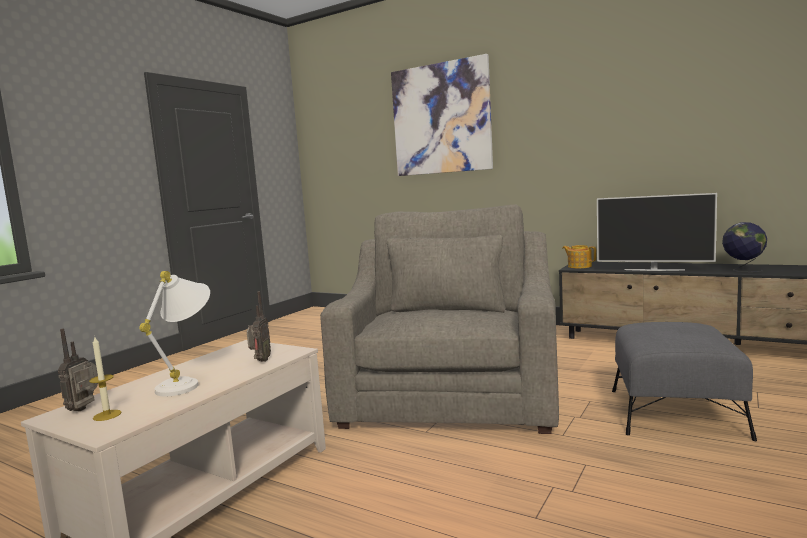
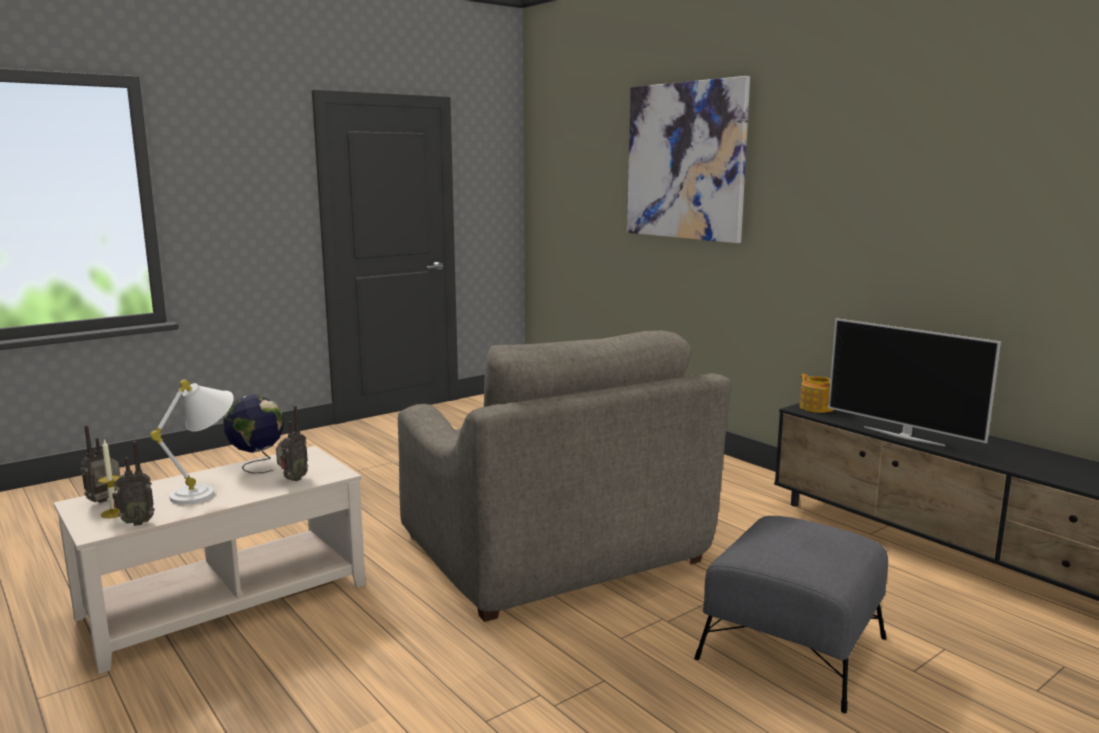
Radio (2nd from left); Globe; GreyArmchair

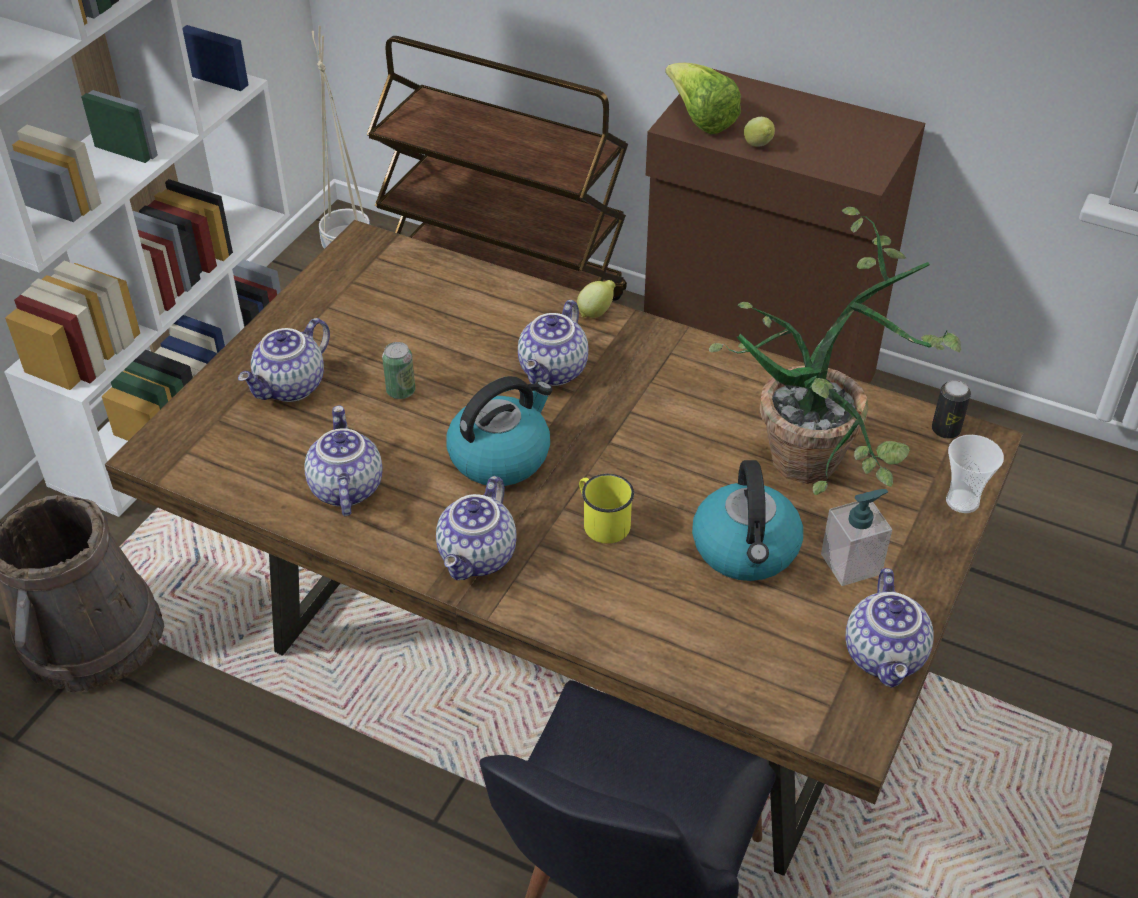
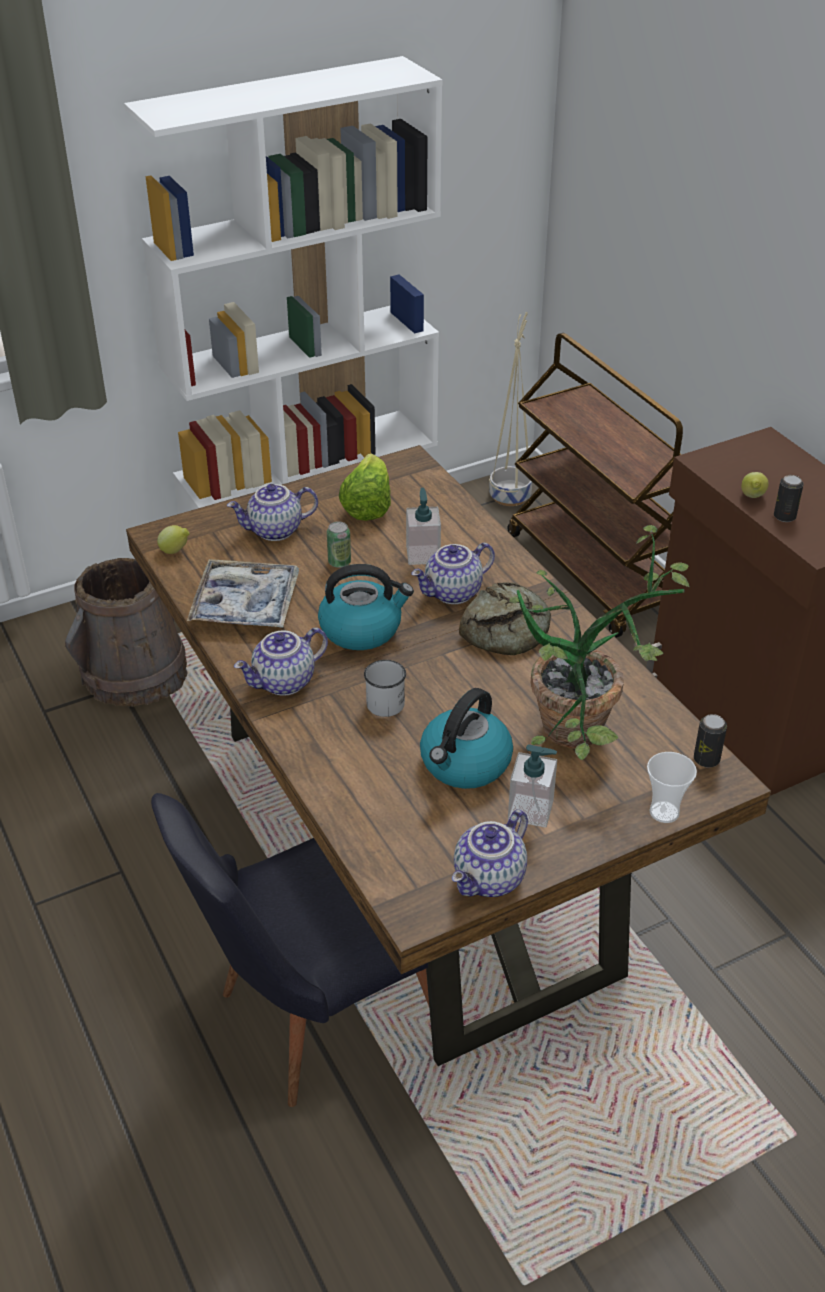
Lemon (1st from left); Tray; Lettuce; WhiteMug; SoapDispenser (1st from left); Bread; Can (3rd from left)

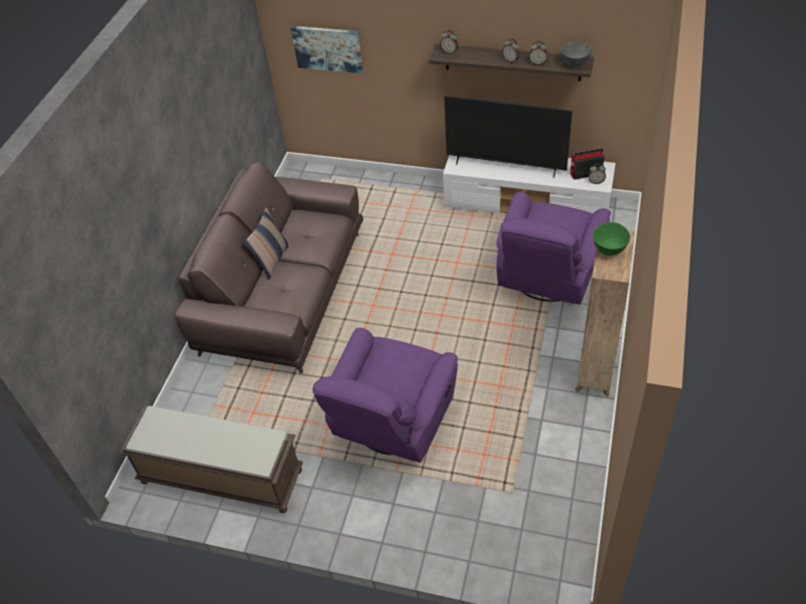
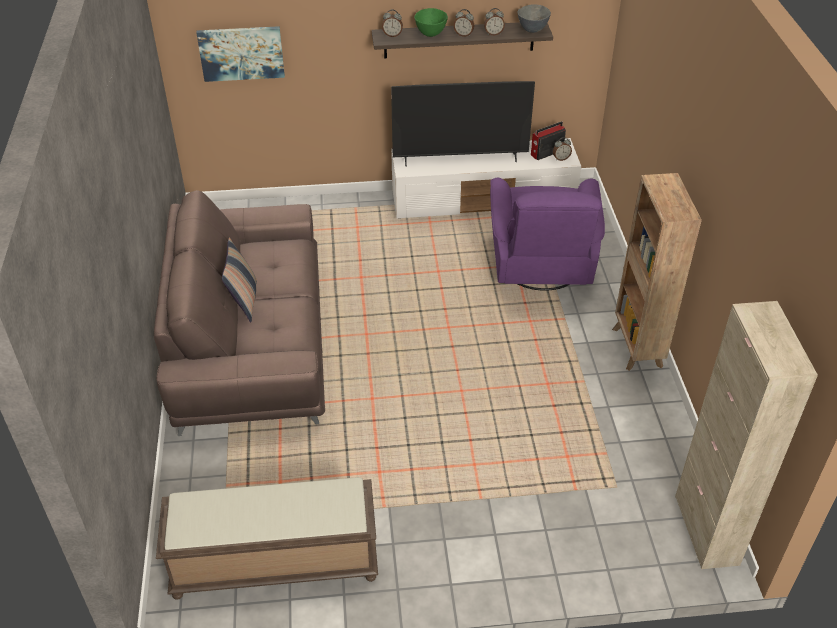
GreenBowl; BeigeCabinet; PurpleArmchair (1st from left in the first image)

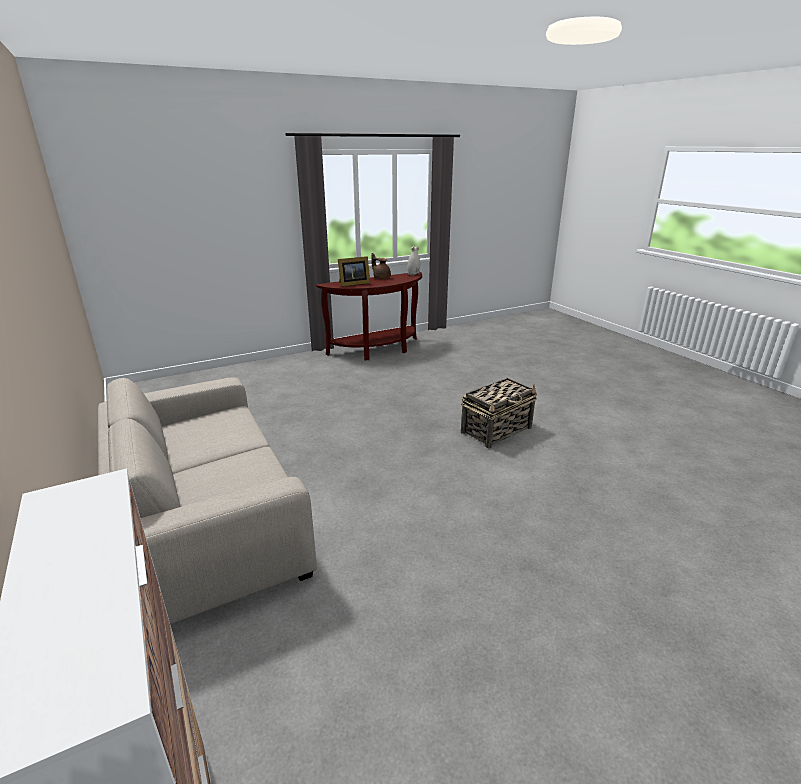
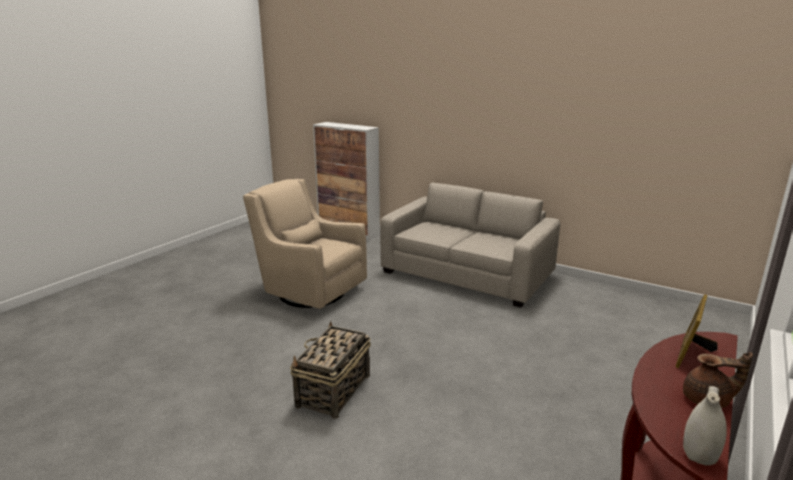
BeigeArmchair

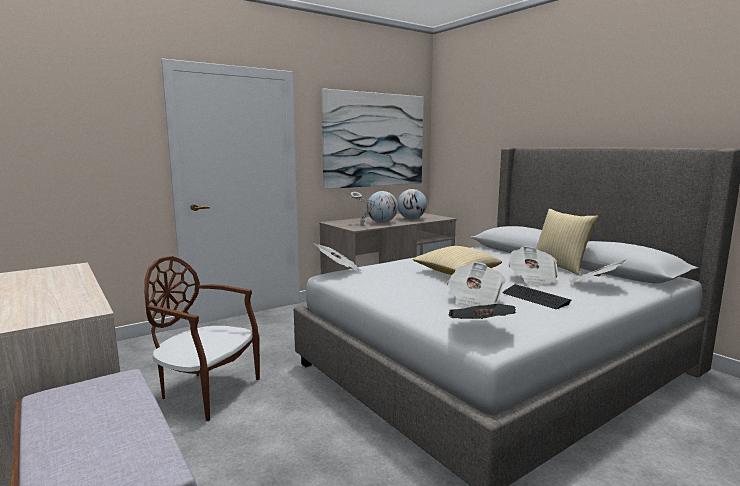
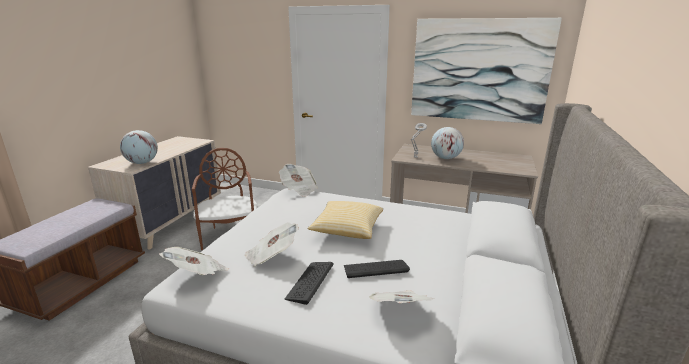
Globe (1st from left); Keyboard (2nd from left); Pillow (2nd from left in the first image)

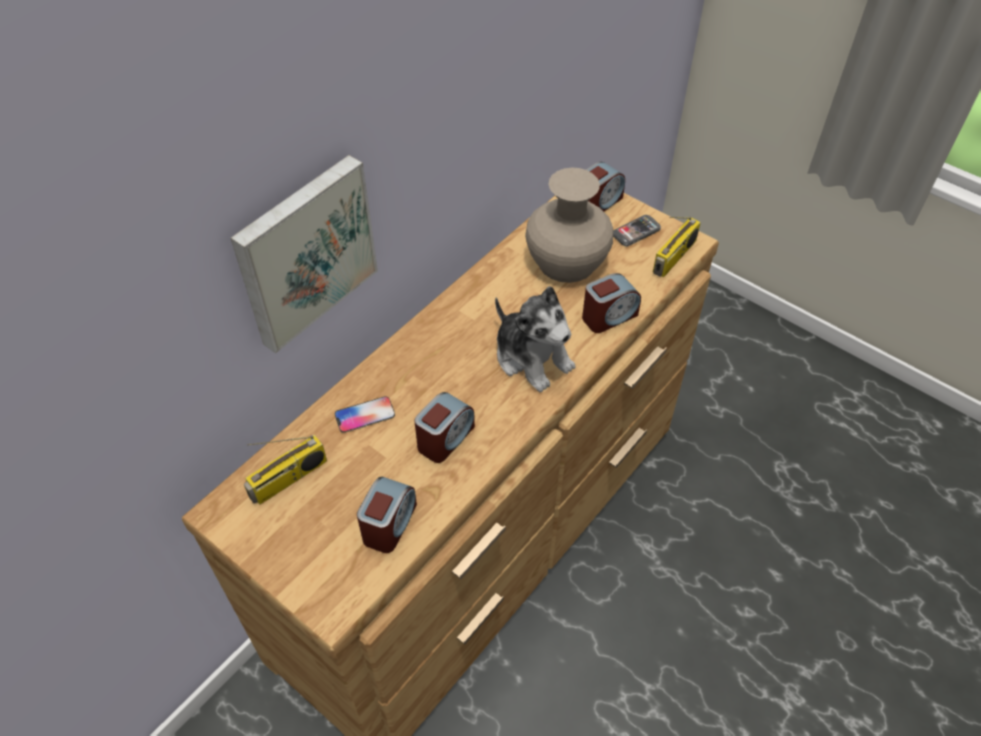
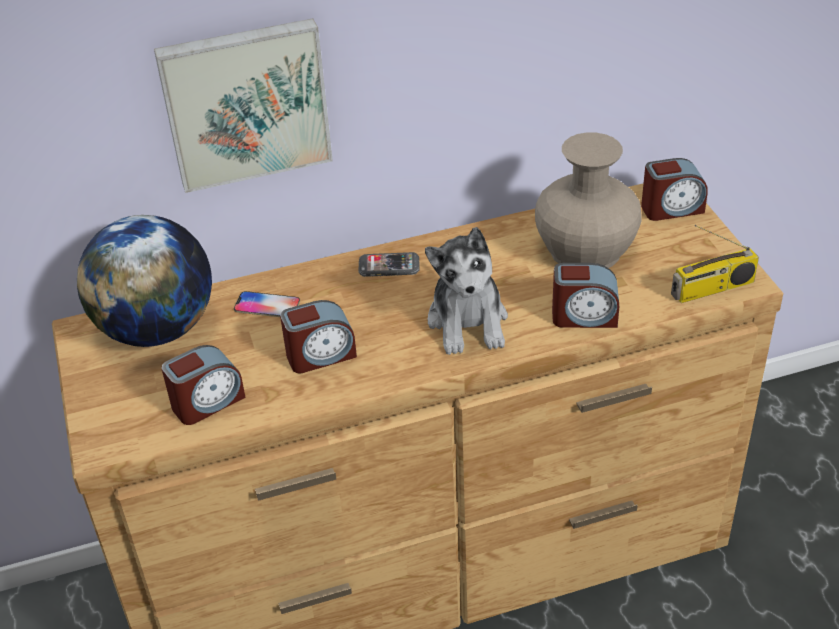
Globe; Phone (2nd from left)

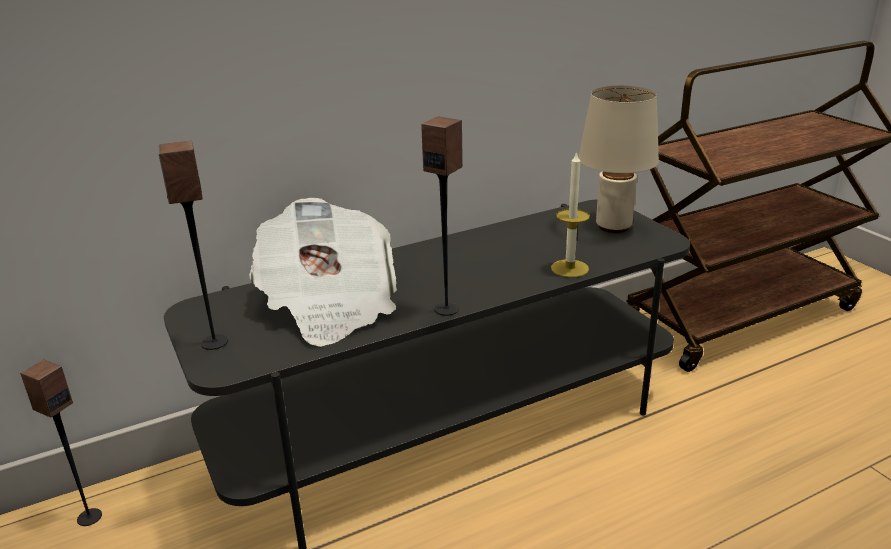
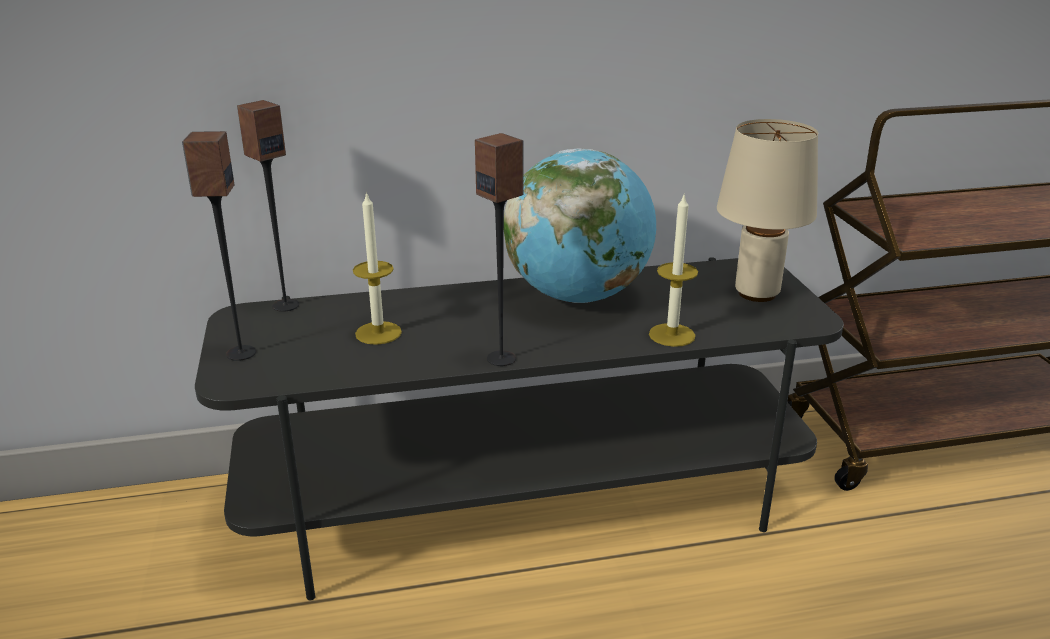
Speaker (2nd from left); Candle (1st from left); Globe

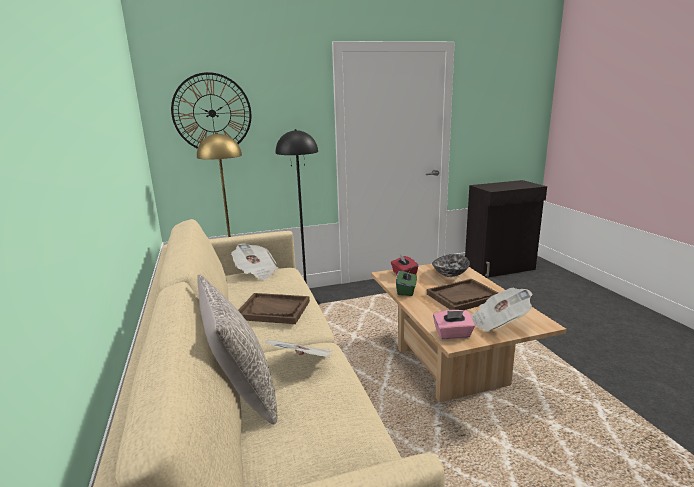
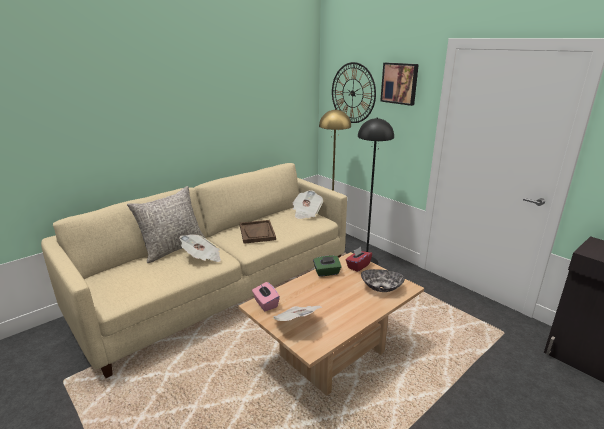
Picture; BrownTray (2nd from left in the first image)

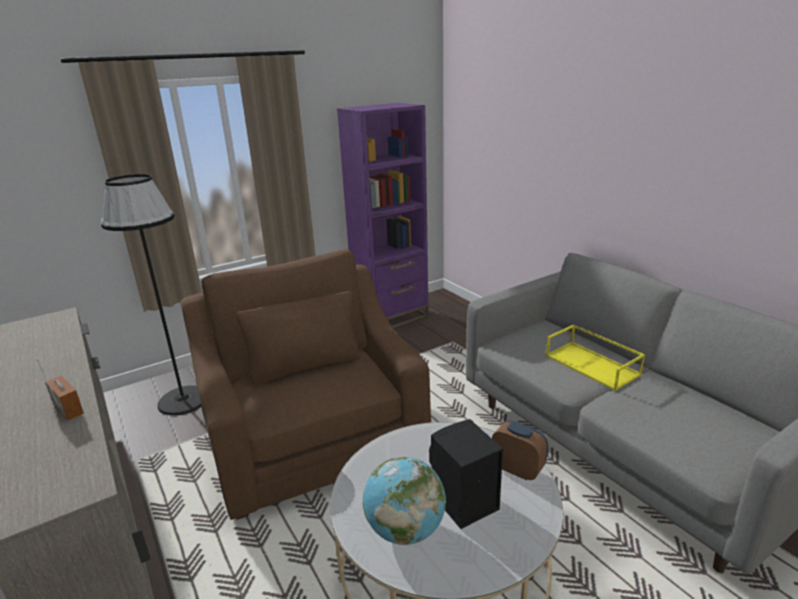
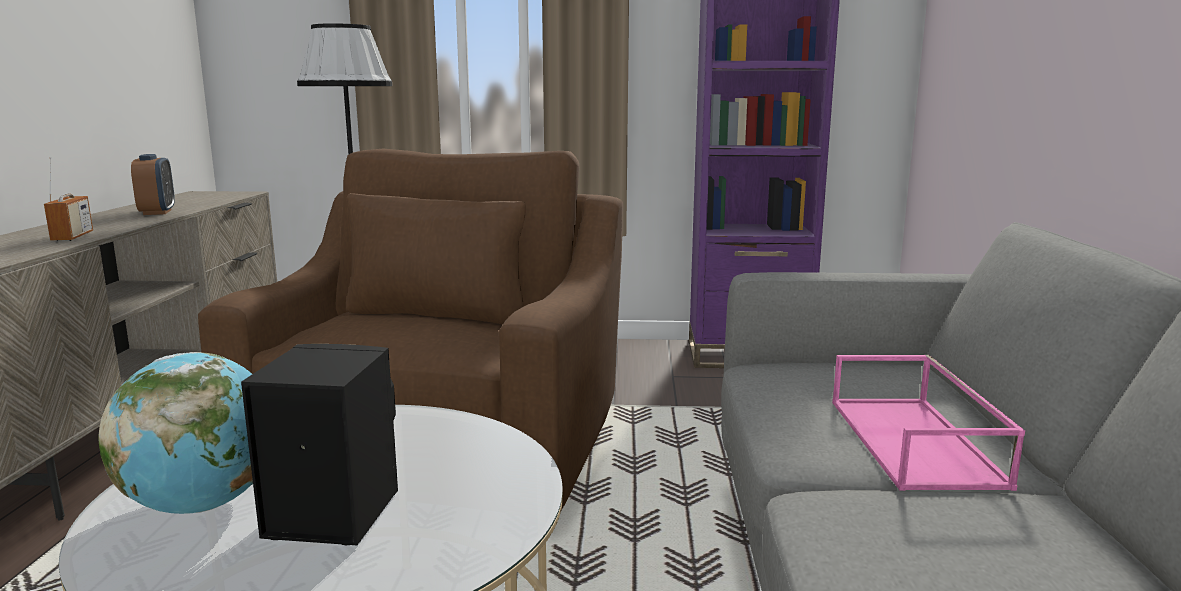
AlarmClock; PinkTray

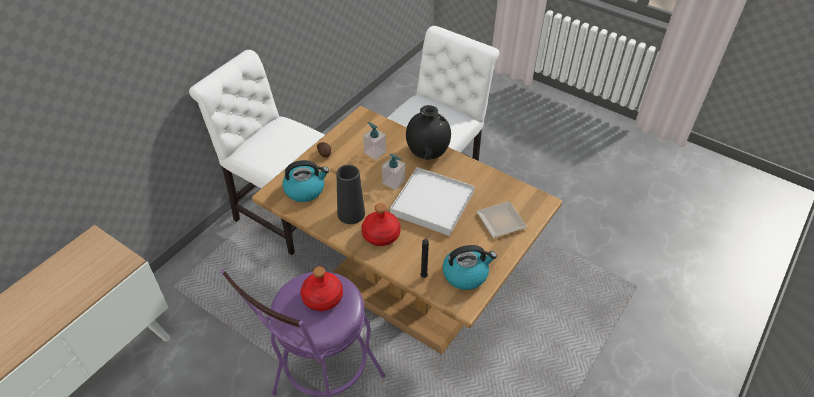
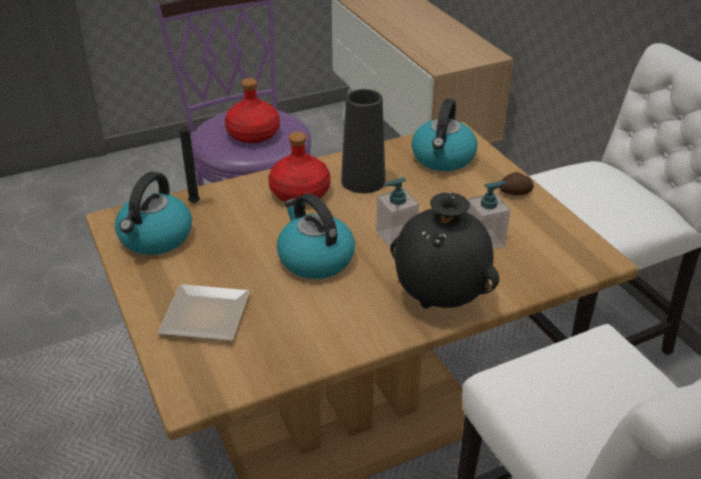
Kettle (2nd from left)

